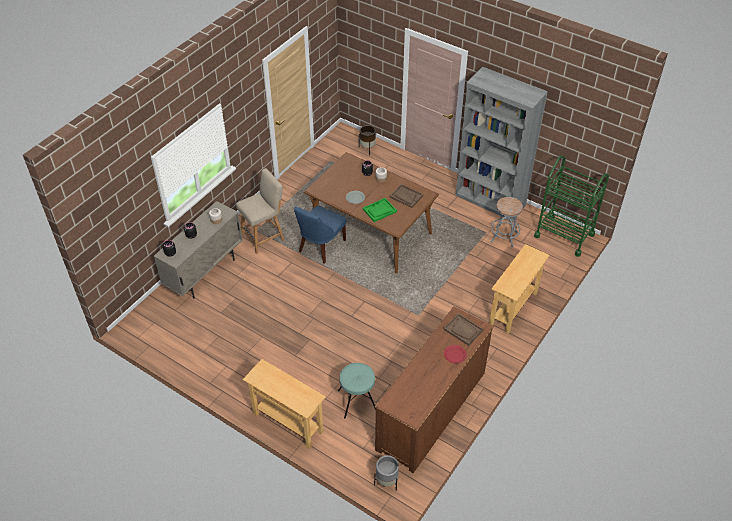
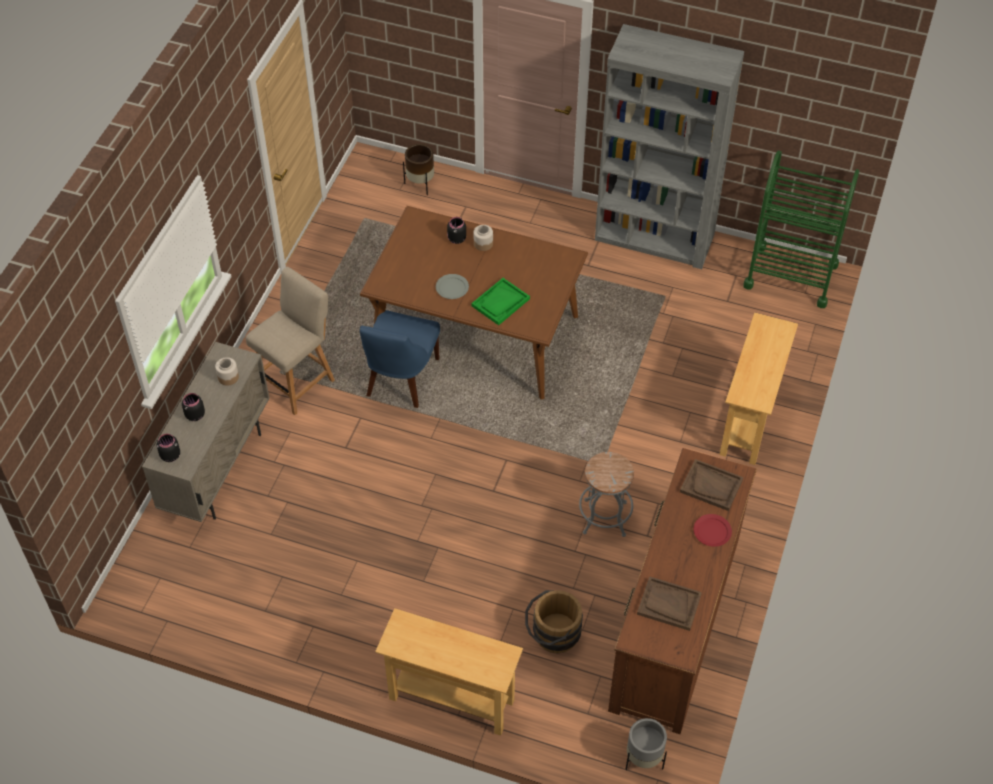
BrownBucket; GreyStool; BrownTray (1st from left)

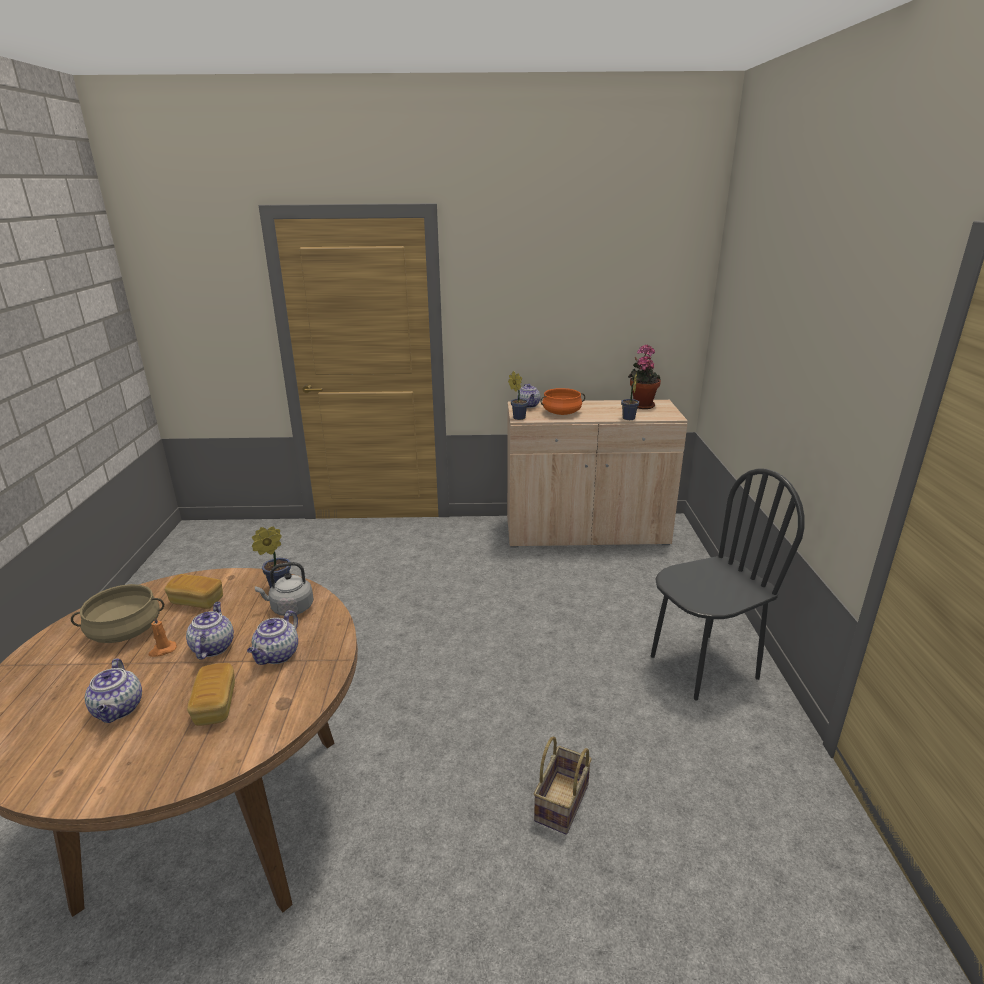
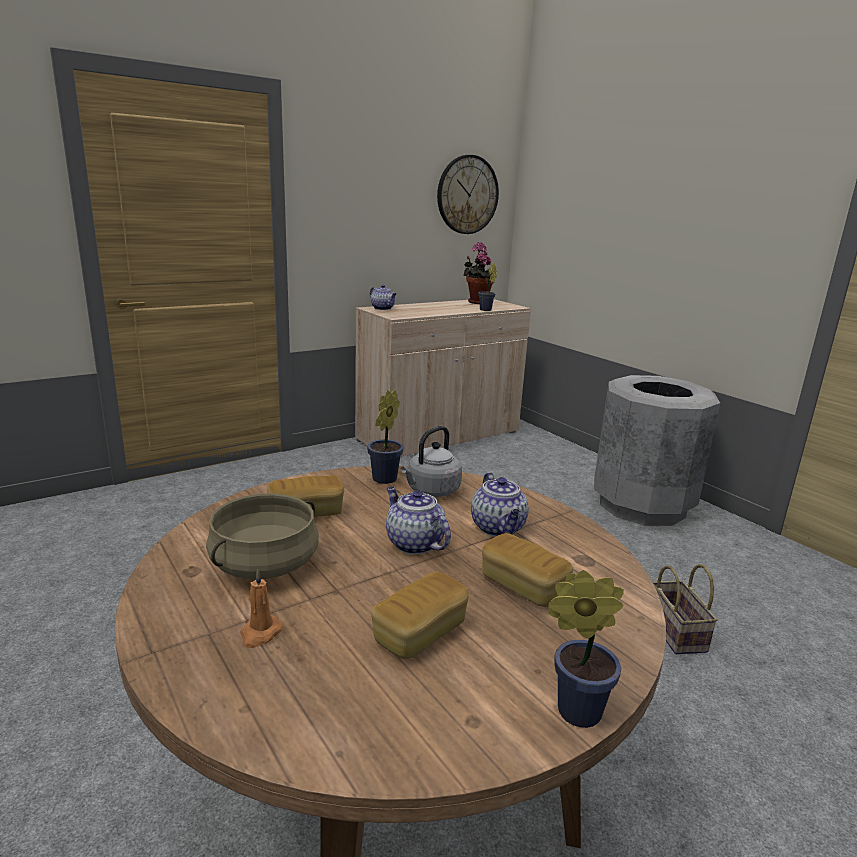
OrangeCandle; Bread (2nd from left); WallClock; PottedPlant (4th from left); GreyTrashCan; OrangeCookingPot

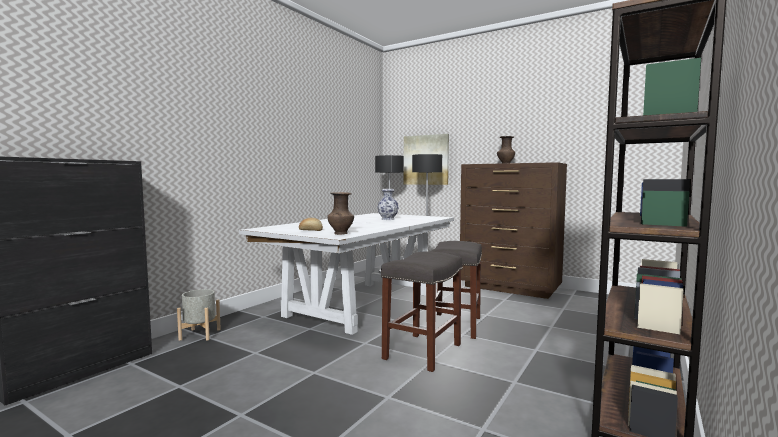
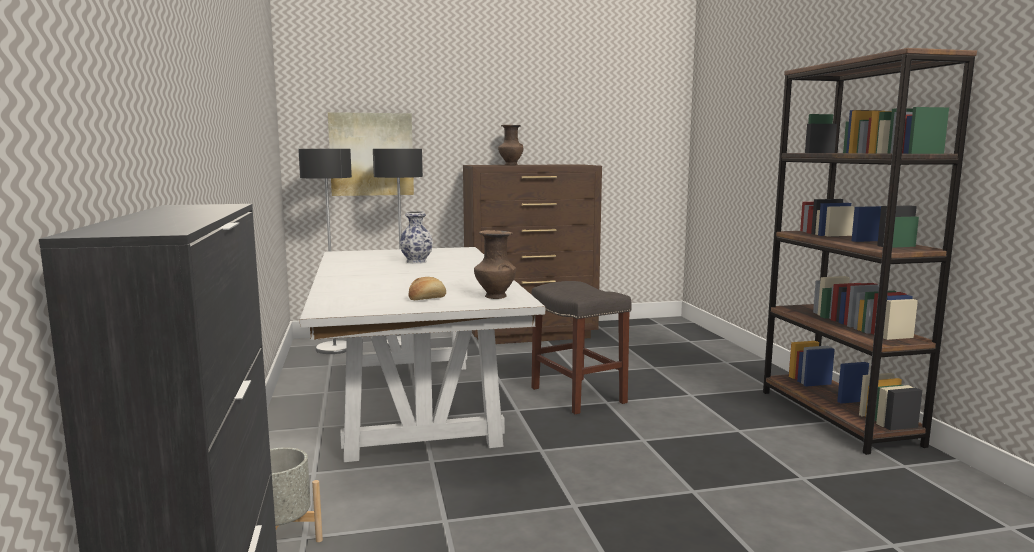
GreyStool (1st from left in the first image)

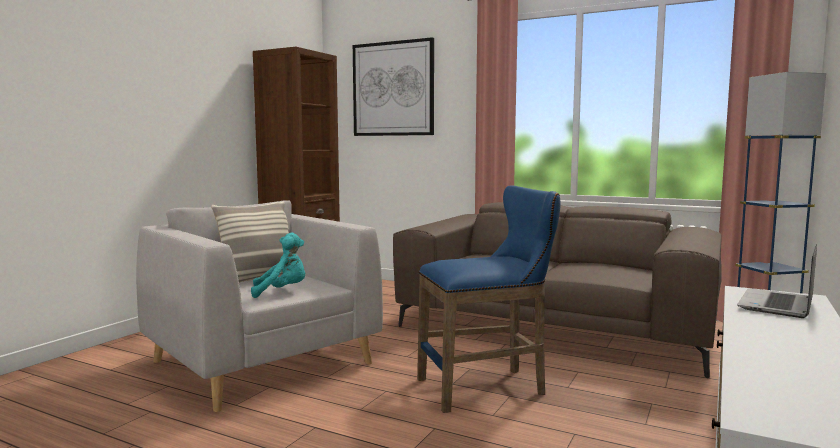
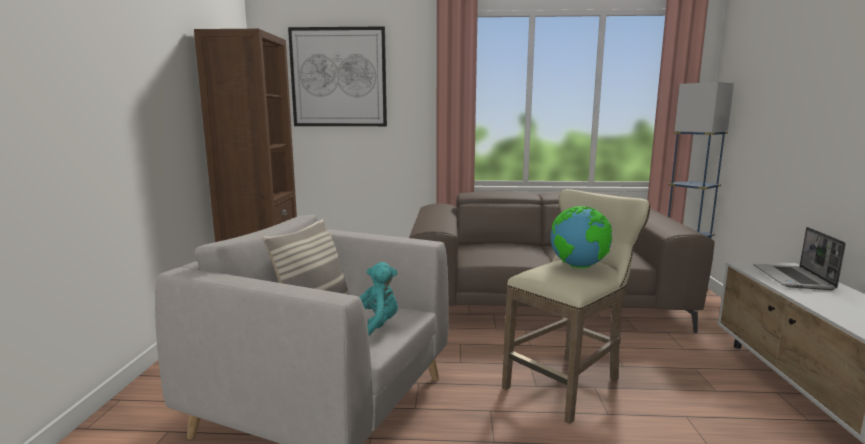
BeigeStool; Globe

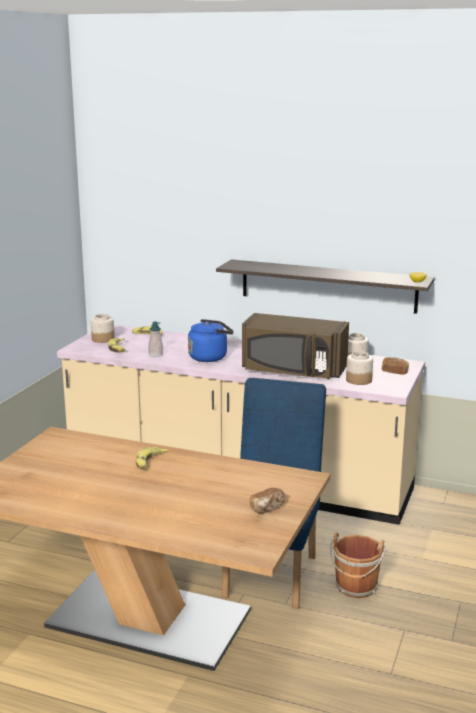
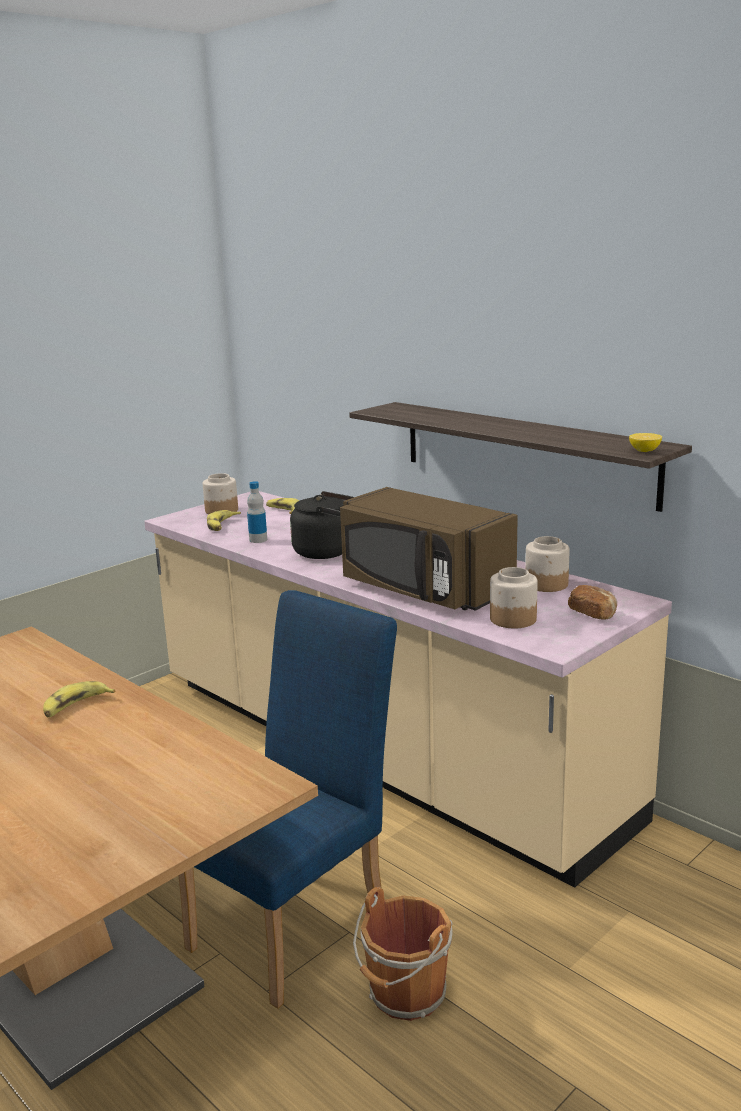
Bottle; BlackKettle; Bread (1st from left in the first image)

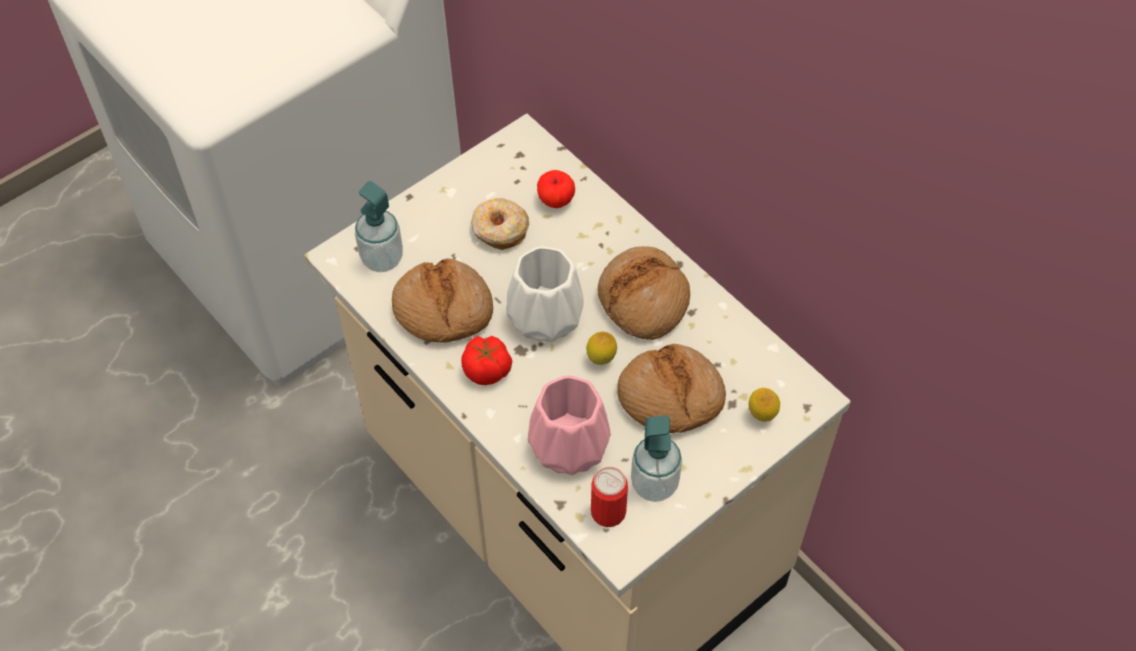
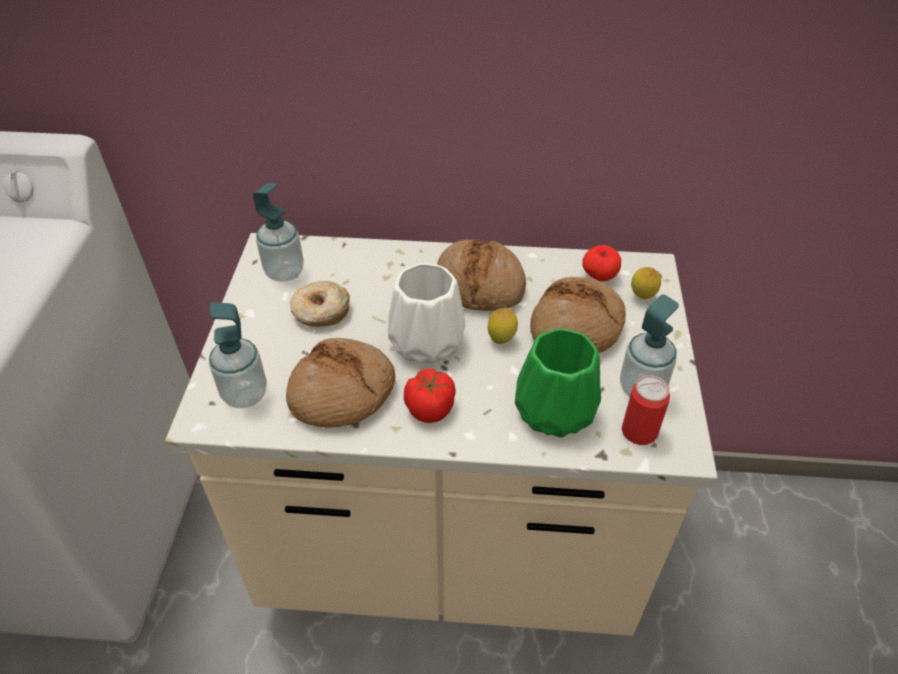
SoapDispenser (2nd from left); GreenVase; Apple

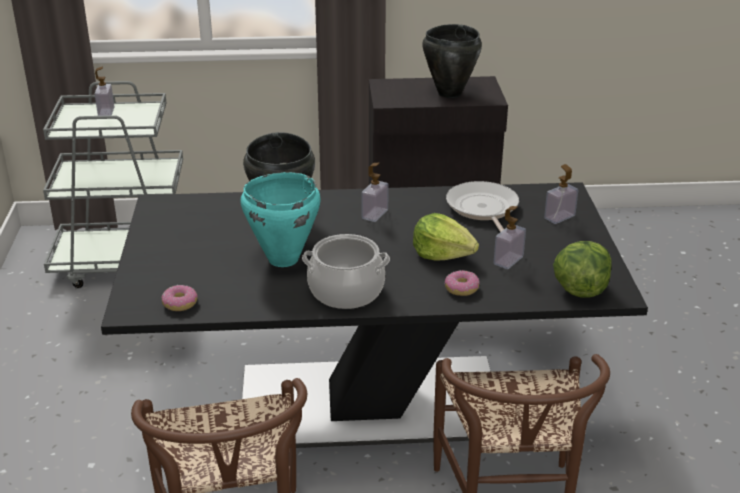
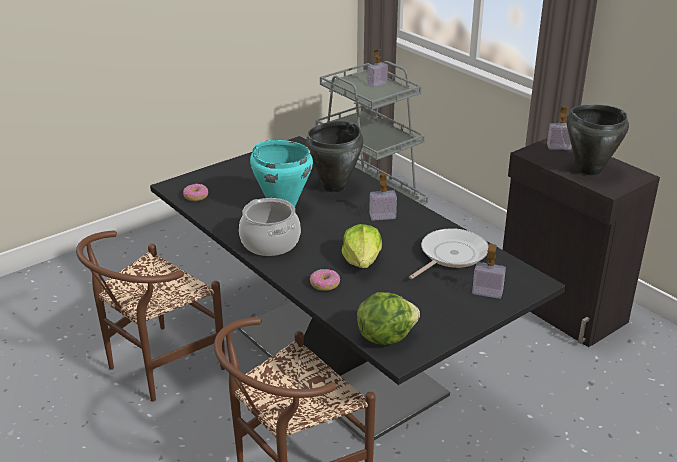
SoapDispenser (4th from left)

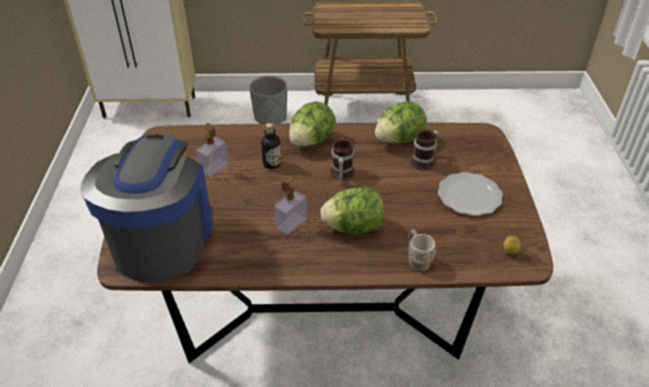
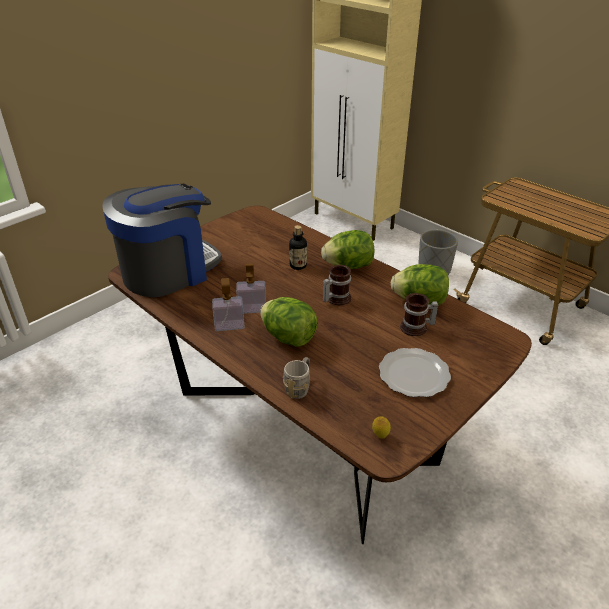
SoapDispenser (1st from left)

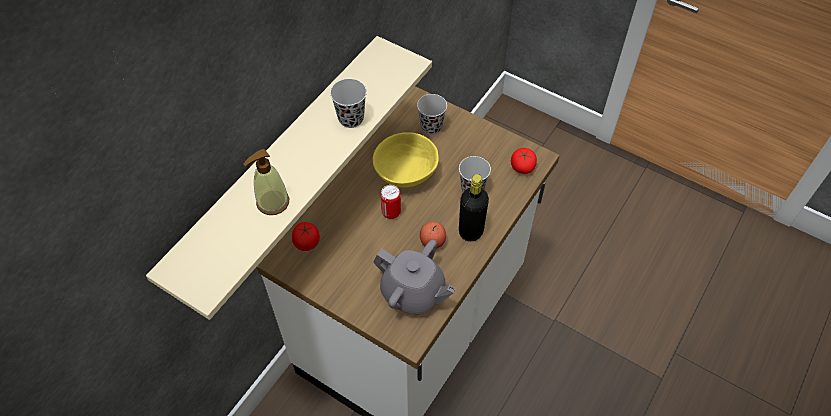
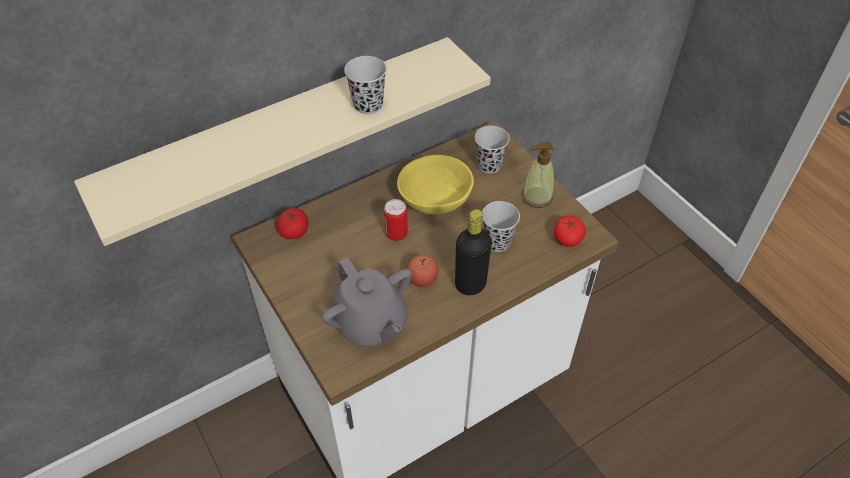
SoapDispenser

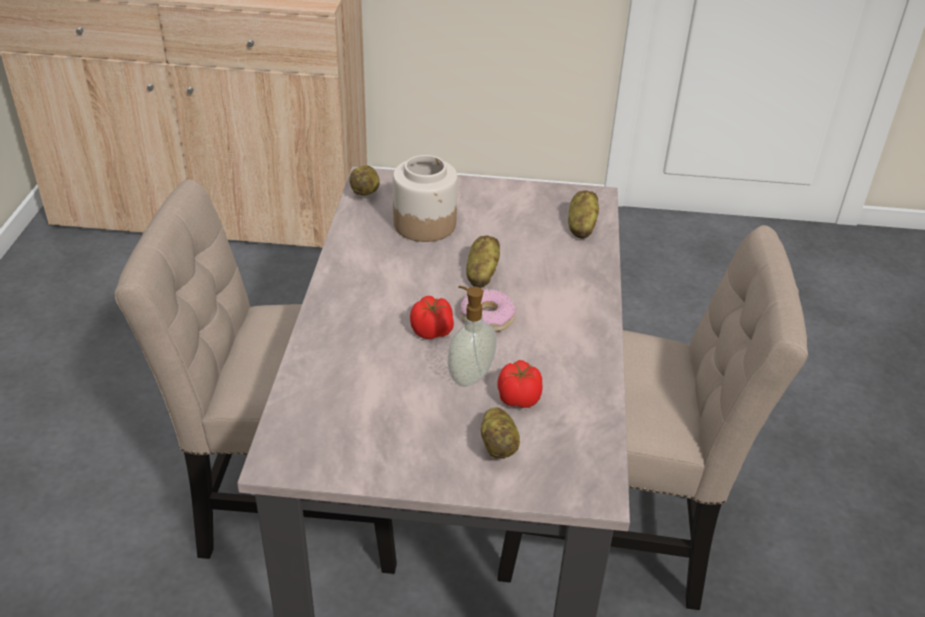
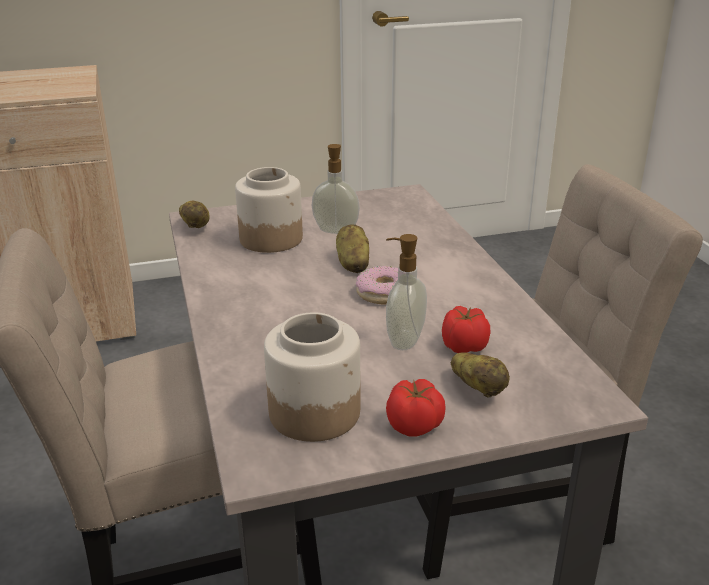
Jar (2nd from left); SoapDispenser (1st from left); Tomato (1st from left); Potato (4th from left in the first image)

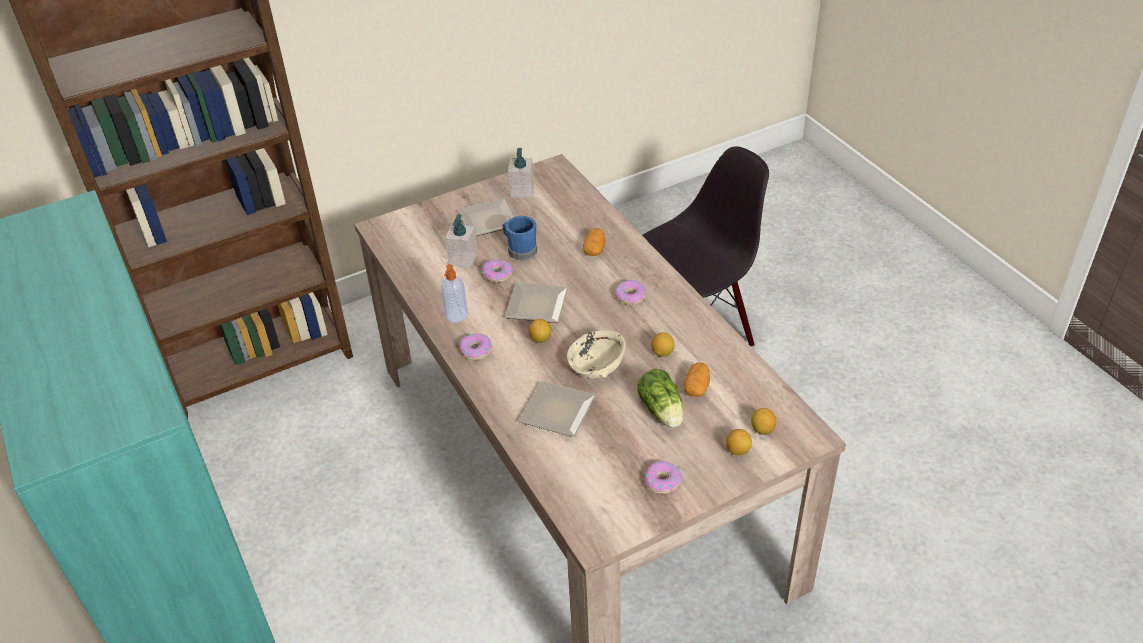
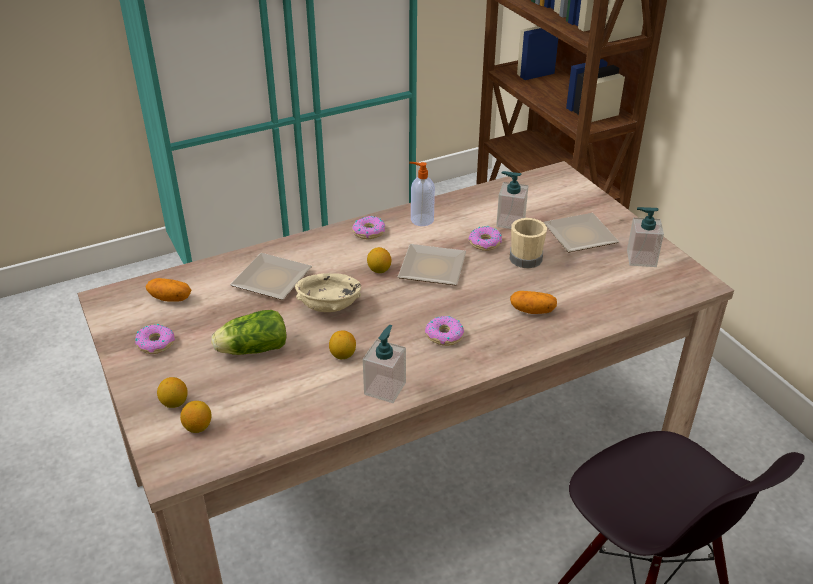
Potato (1st from left); SoapDispenser (1st from left); BeigeMug

